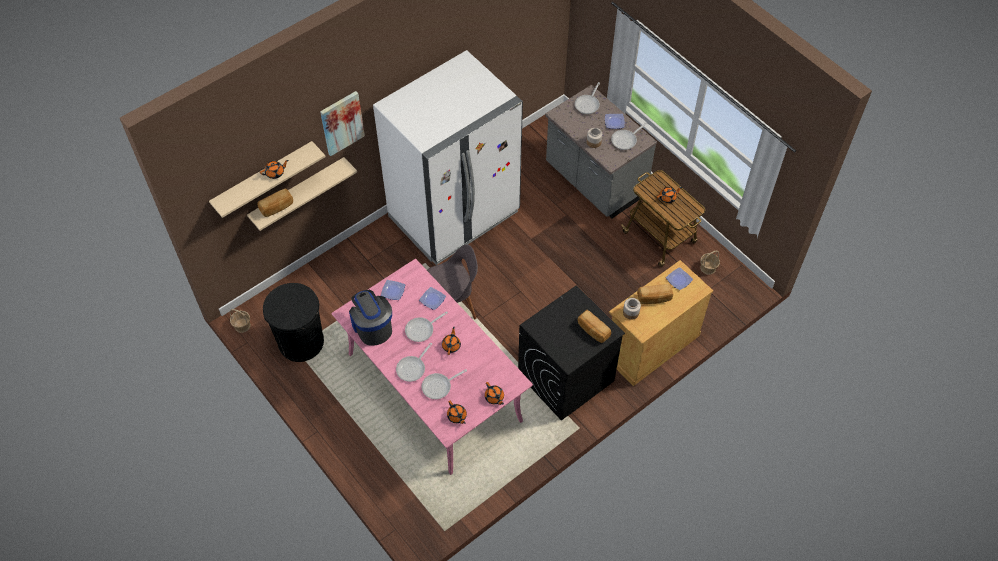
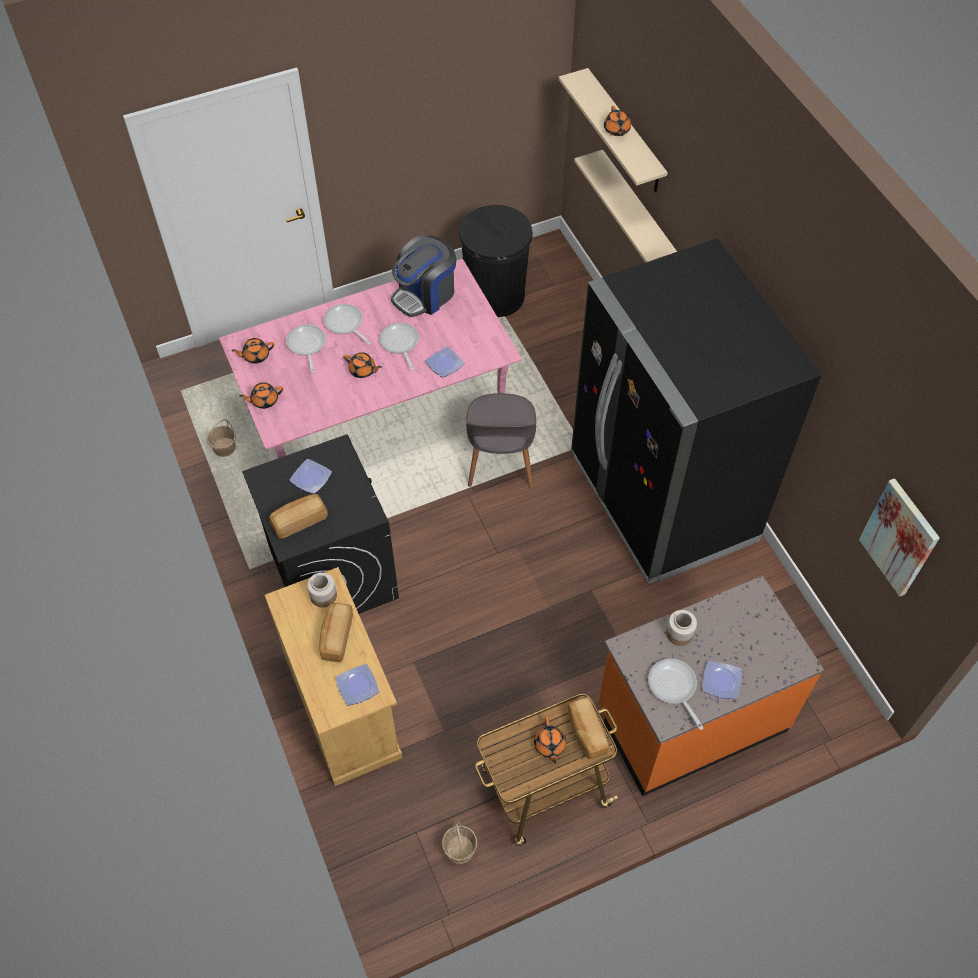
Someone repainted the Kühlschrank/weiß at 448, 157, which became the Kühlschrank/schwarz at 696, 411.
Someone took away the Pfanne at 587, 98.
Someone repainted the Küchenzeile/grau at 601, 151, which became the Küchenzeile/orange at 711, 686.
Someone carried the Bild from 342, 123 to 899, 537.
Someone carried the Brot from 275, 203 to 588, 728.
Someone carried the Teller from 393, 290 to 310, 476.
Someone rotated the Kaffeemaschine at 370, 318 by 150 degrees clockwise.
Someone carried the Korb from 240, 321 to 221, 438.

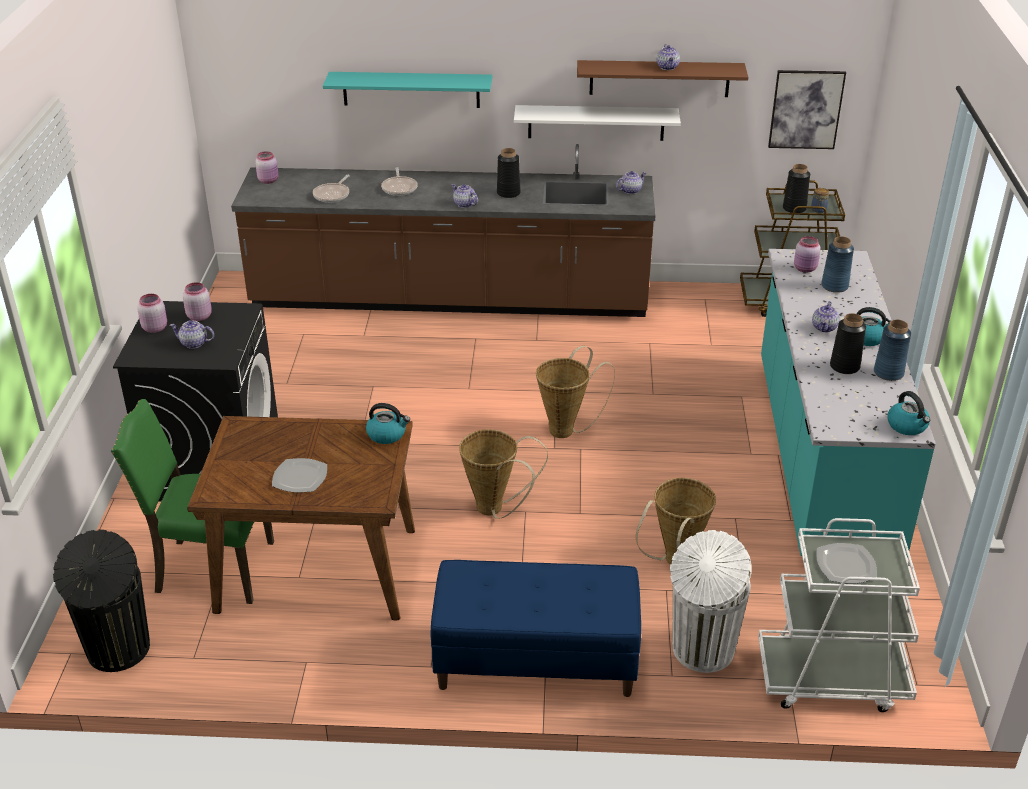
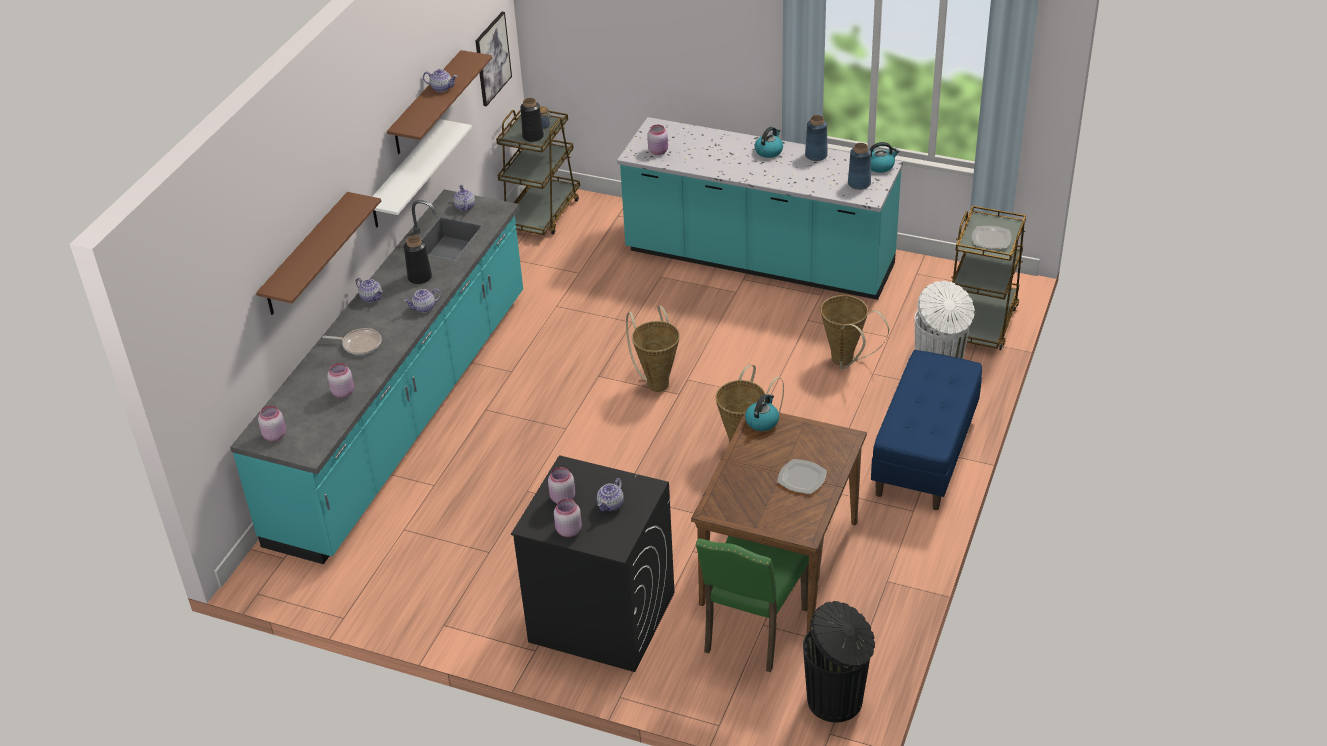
Someone repainted the Wandregal/türkis at 407, 90, which became the Wandregal/braun at 318, 253.
Someone repainted the Küchenzeile/braun at 443, 230, which became the Küchenzeile/türkis at 376, 376.
Someone swapped the Pfanne at 331, 189 for the Vorratsglas/rosa at 340, 380.
Someone carried the Vase/blau from 837, 264 to 859, 166.
Someone carried the Teekanne from 826, 316 to 369, 290.
Someone took away the Vase/schwarz at 848, 343.
Someone repainted the Rollwagen/weiß at 839, 615, which became the Rollwagen/braun at 988, 278.

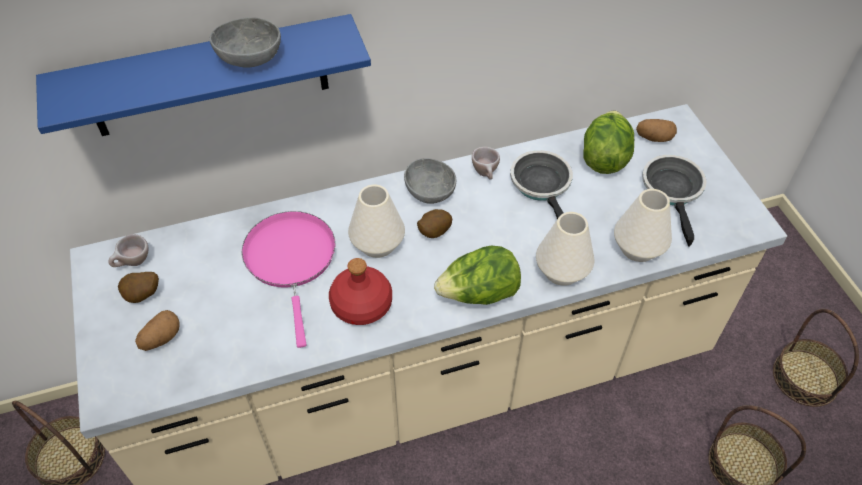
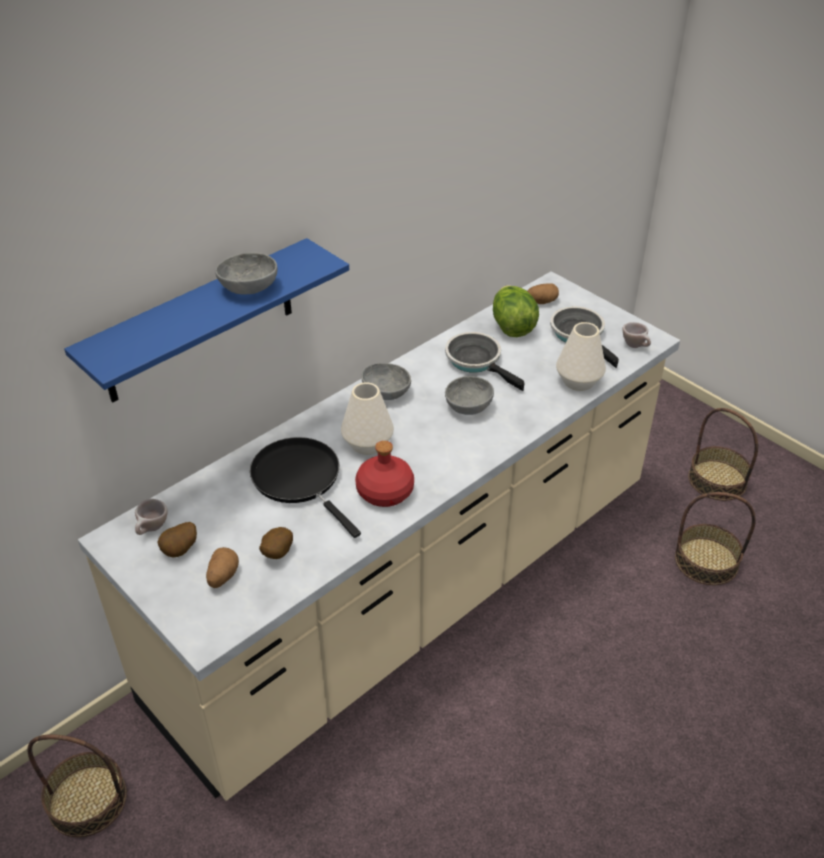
Someone carried the Tasse/beige from 486, 163 to 636, 335.
Someone carried the Kartoffel from 434, 223 to 276, 543.
Someone repainted the Pfanne/rosa at 289, 279, which became the Pfanne/schwarz at 305, 487.
Someone took away the Vase/weiß at 565, 249.
Someone took away the Salatkopf at 477, 275.
Someone put down the Schüssel/grau at 469, 395.

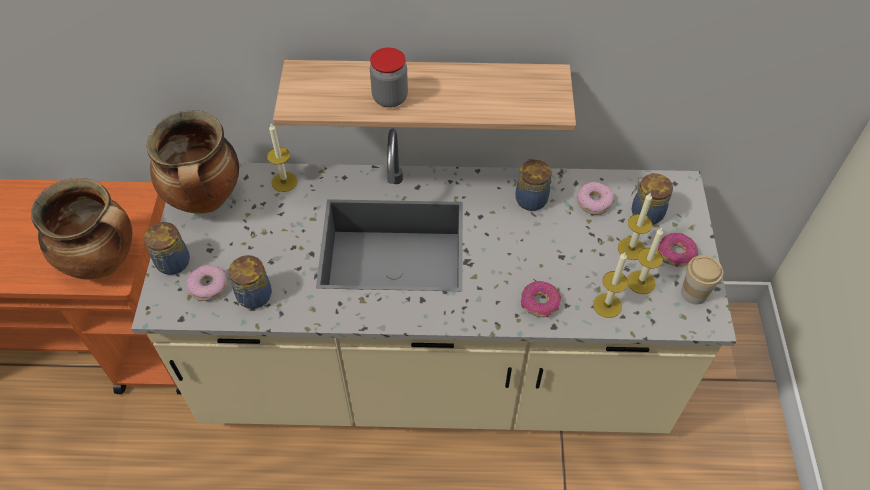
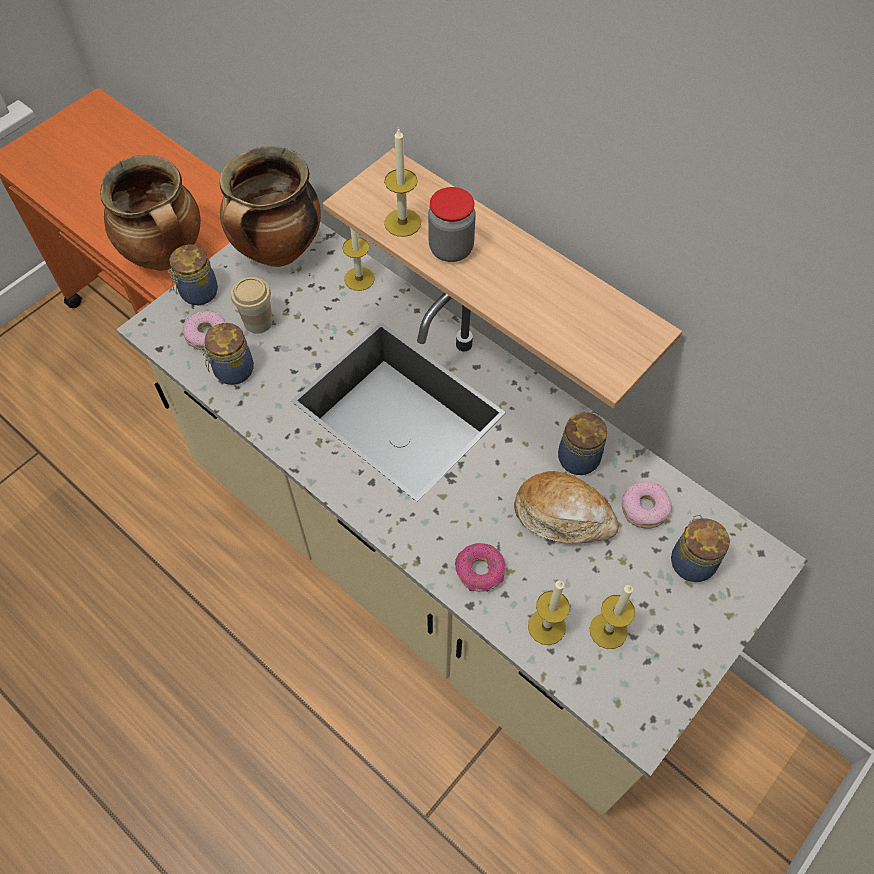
Someone carried the Kerze from 635, 226 to 402, 182.
Someone took away the Donut at 678, 250.
Someone carried the Tasse from 702, 280 to 252, 305.
Someone put down the Brot at 566, 507.

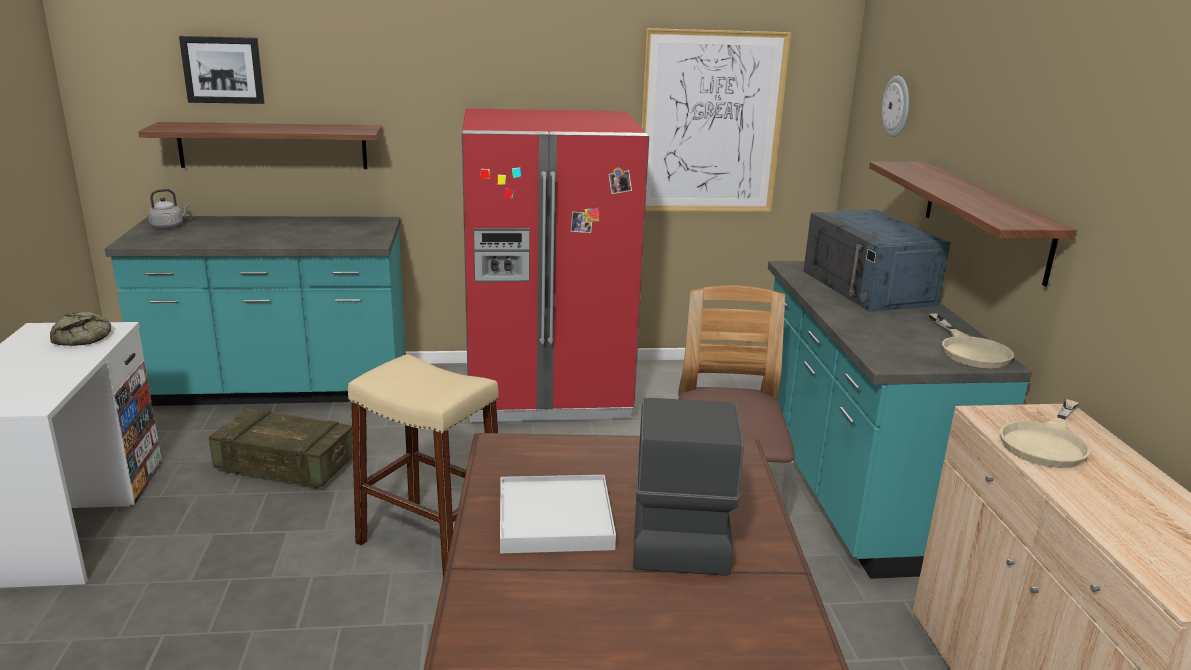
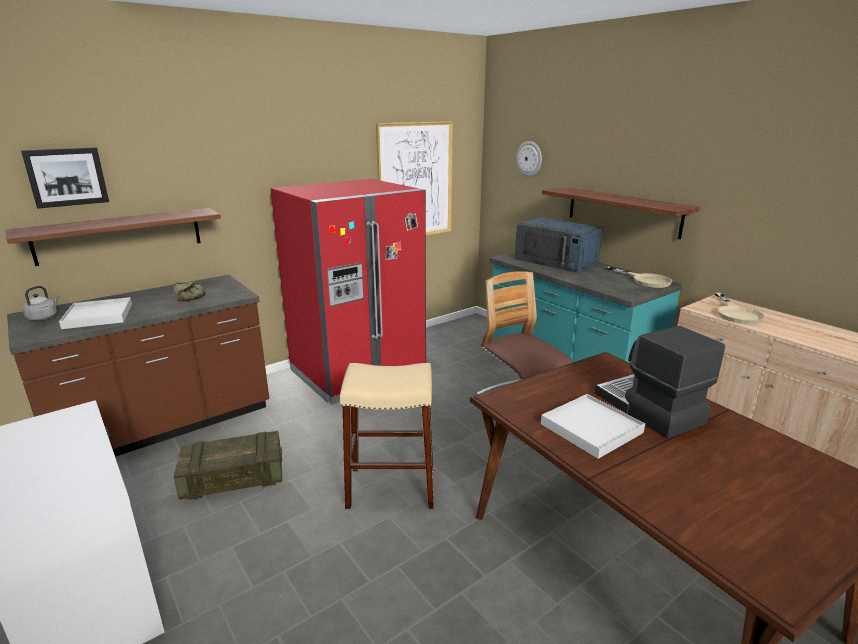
Someone repainted the Küchenzeile/türkis at 255, 311, which became the Küchenzeile/braun at 138, 366.
Someone carried the Brot from 80, 329 to 189, 291.
Someone put down the Tablett/weiß at 95, 313.

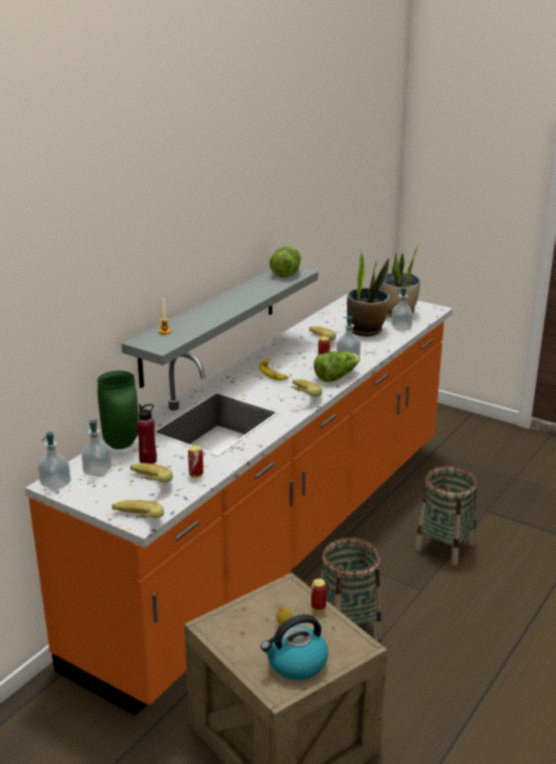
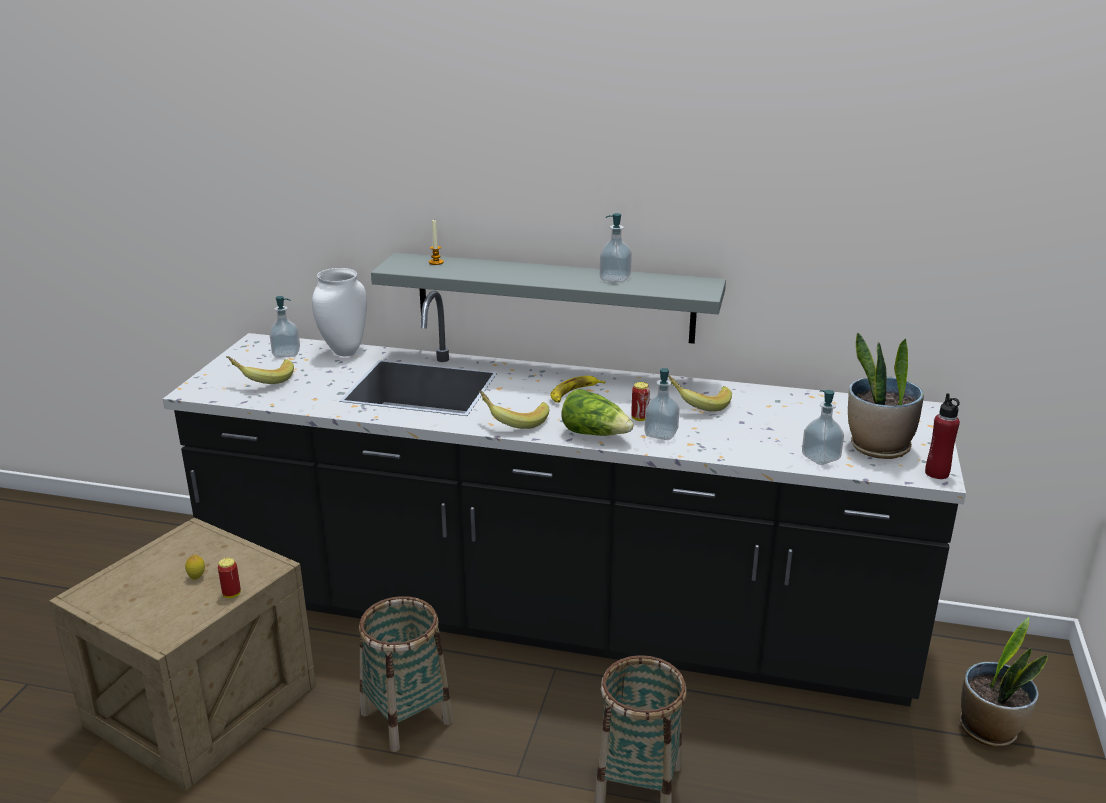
Someone took away the Salatkopf at 285, 261.
Someone carried the Topfpflanze from 368, 293 to 1004, 682.
Someone repainted the Küchenzeile/orange at 239, 502, which became the Küchenzeile/schwarz at 564, 499.
Someone repainted the Vase/grün at 117, 410, which became the Vase/weiß at 339, 312.
Someone carried the Flasche/rot from 147, 434 to 942, 436.
Someone carried the Seifenspender from 54, 461 to 616, 247.
Someone took away the Dose at 195, 461.
Someone took away the Banane at 138, 509.
Someone took away the Wasserkessel at 294, 647.

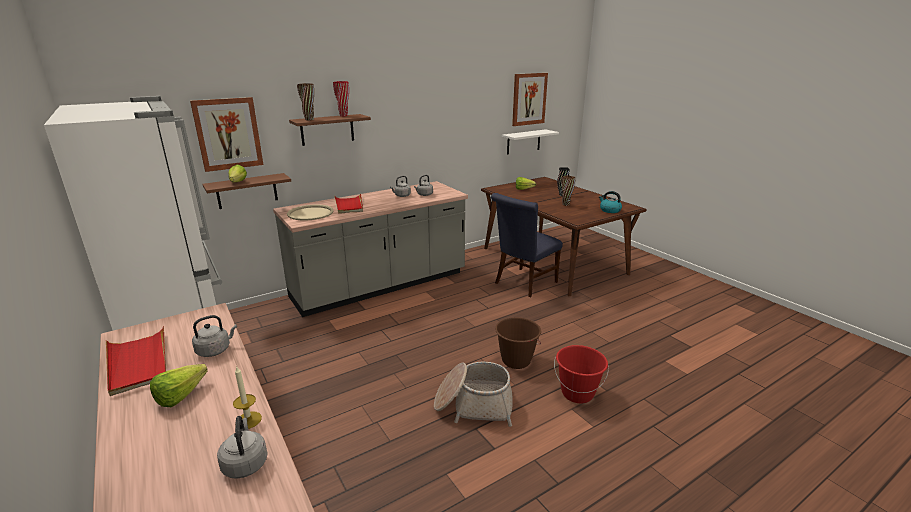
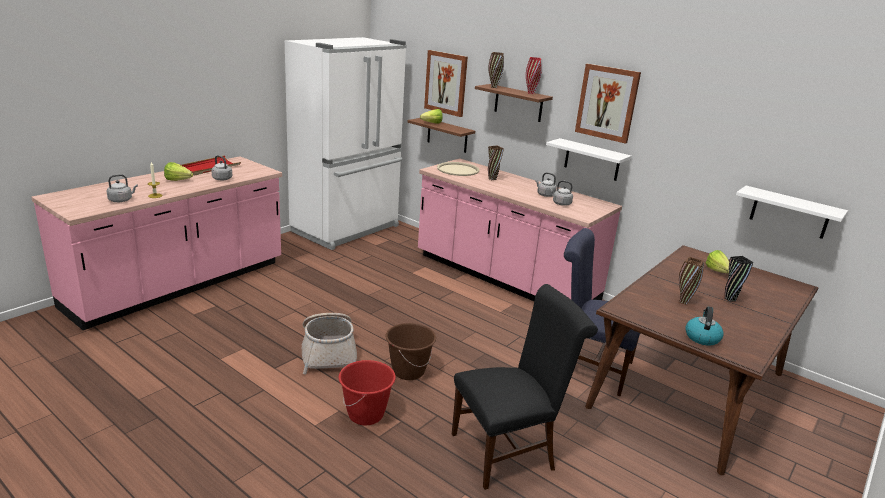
Someone carried the Bild from 530, 99 to 608, 104.
Someone repainted the Küchenzeile/grau at 370, 249, which became the Küchenzeile/rosa at 520, 229.
Someone swapped the Tablett/rot at 348, 203 for the Vase/braun at 496, 163.
Someone put up the Wandregal/weiß at 589, 159.
Someone put down the Stuhl/schwarz at 525, 387.

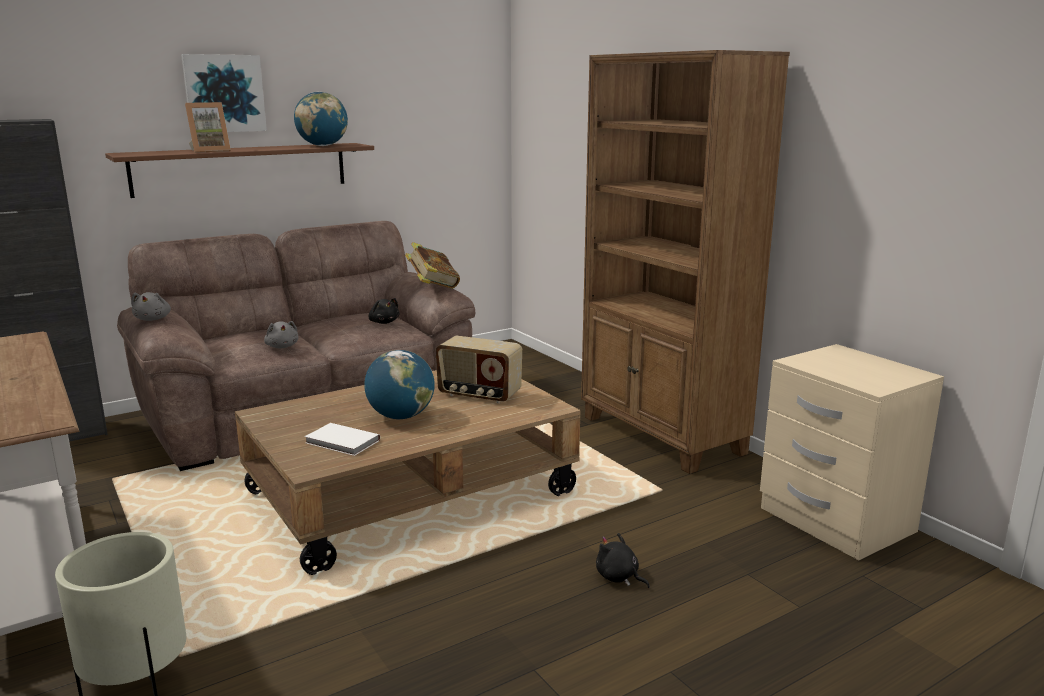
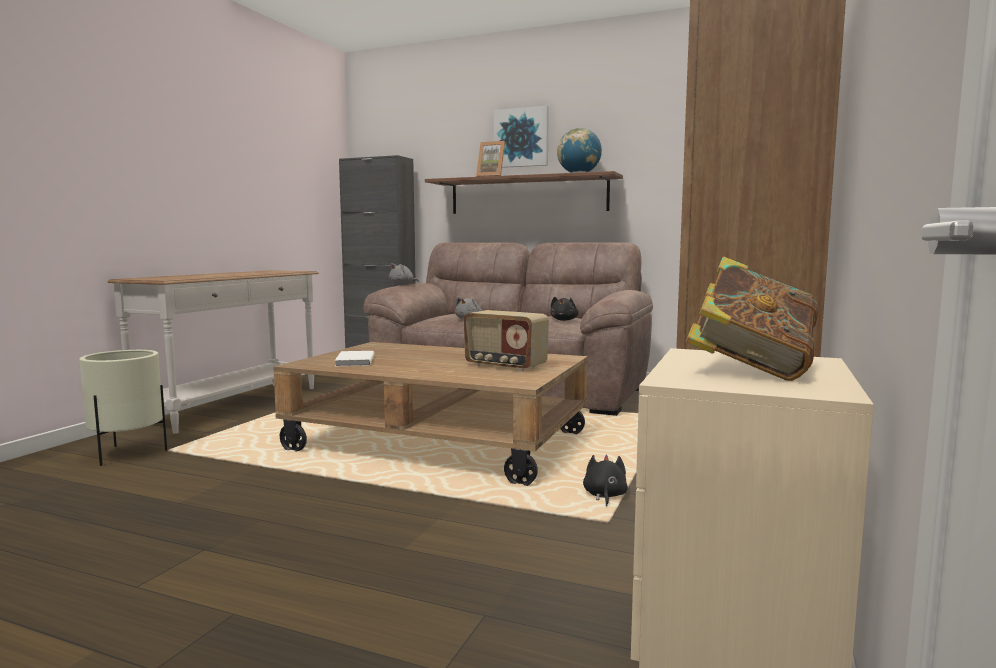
Someone carried the Buch from 432, 265 to 752, 319.
Someone rotated the Radio at 479, 369 by 45 degrees counterclockwise.
Someone took away the Globus at 399, 384.
Someone carried the Plüschtier/schwarz from 623, 560 to 605, 481.

